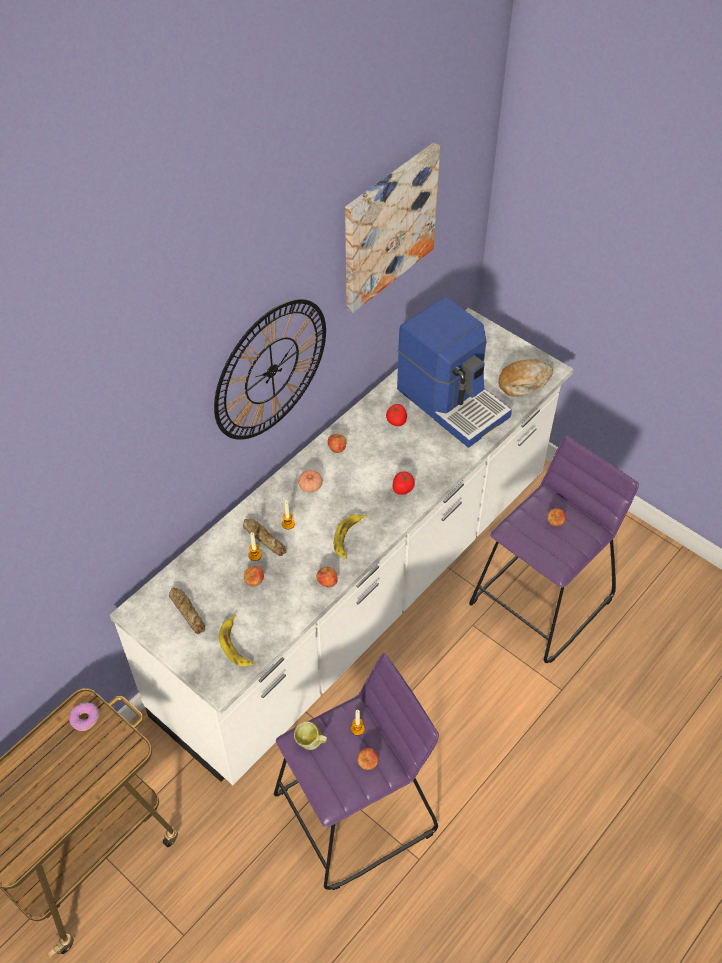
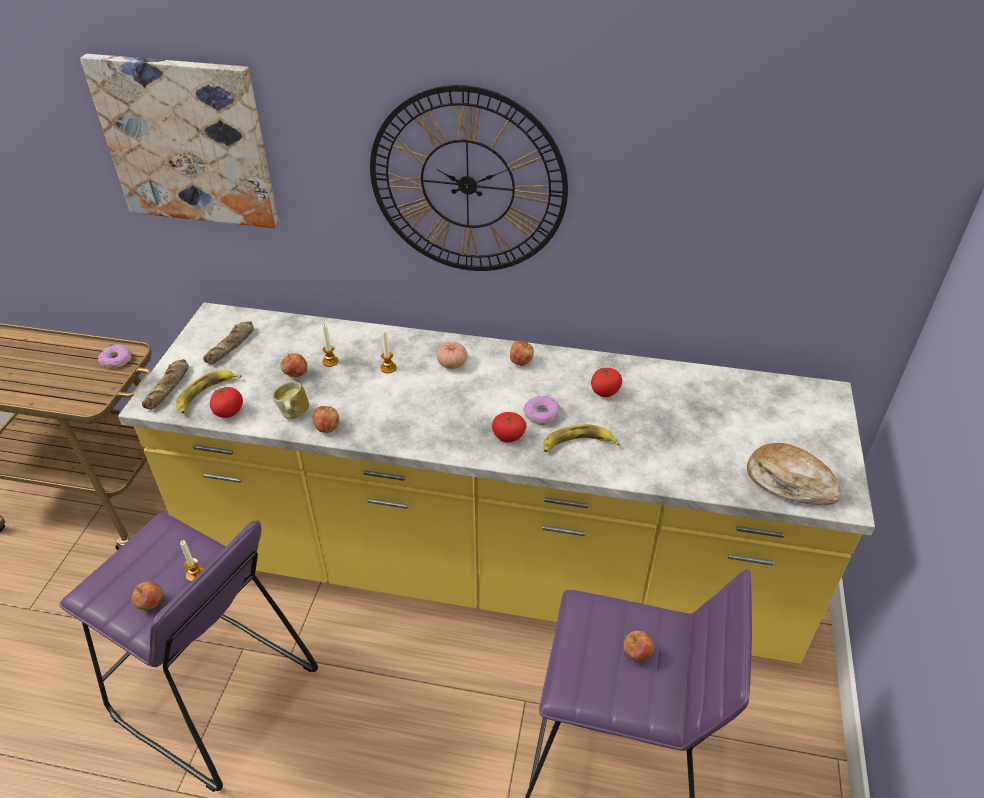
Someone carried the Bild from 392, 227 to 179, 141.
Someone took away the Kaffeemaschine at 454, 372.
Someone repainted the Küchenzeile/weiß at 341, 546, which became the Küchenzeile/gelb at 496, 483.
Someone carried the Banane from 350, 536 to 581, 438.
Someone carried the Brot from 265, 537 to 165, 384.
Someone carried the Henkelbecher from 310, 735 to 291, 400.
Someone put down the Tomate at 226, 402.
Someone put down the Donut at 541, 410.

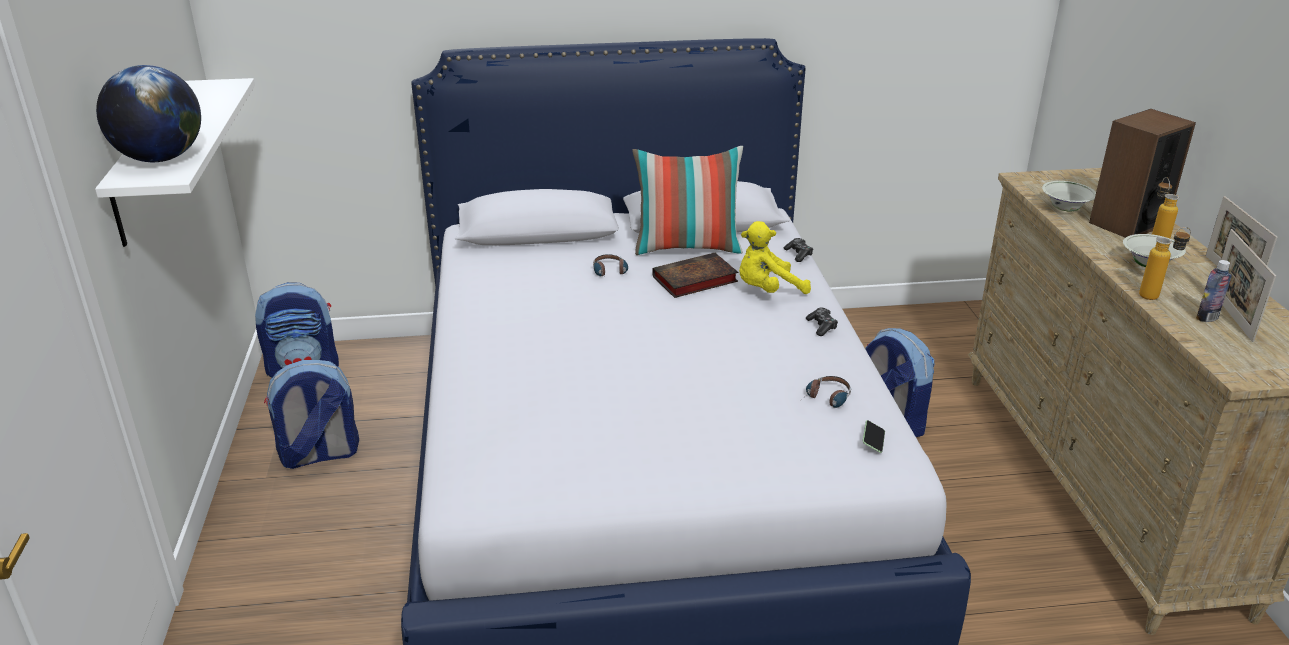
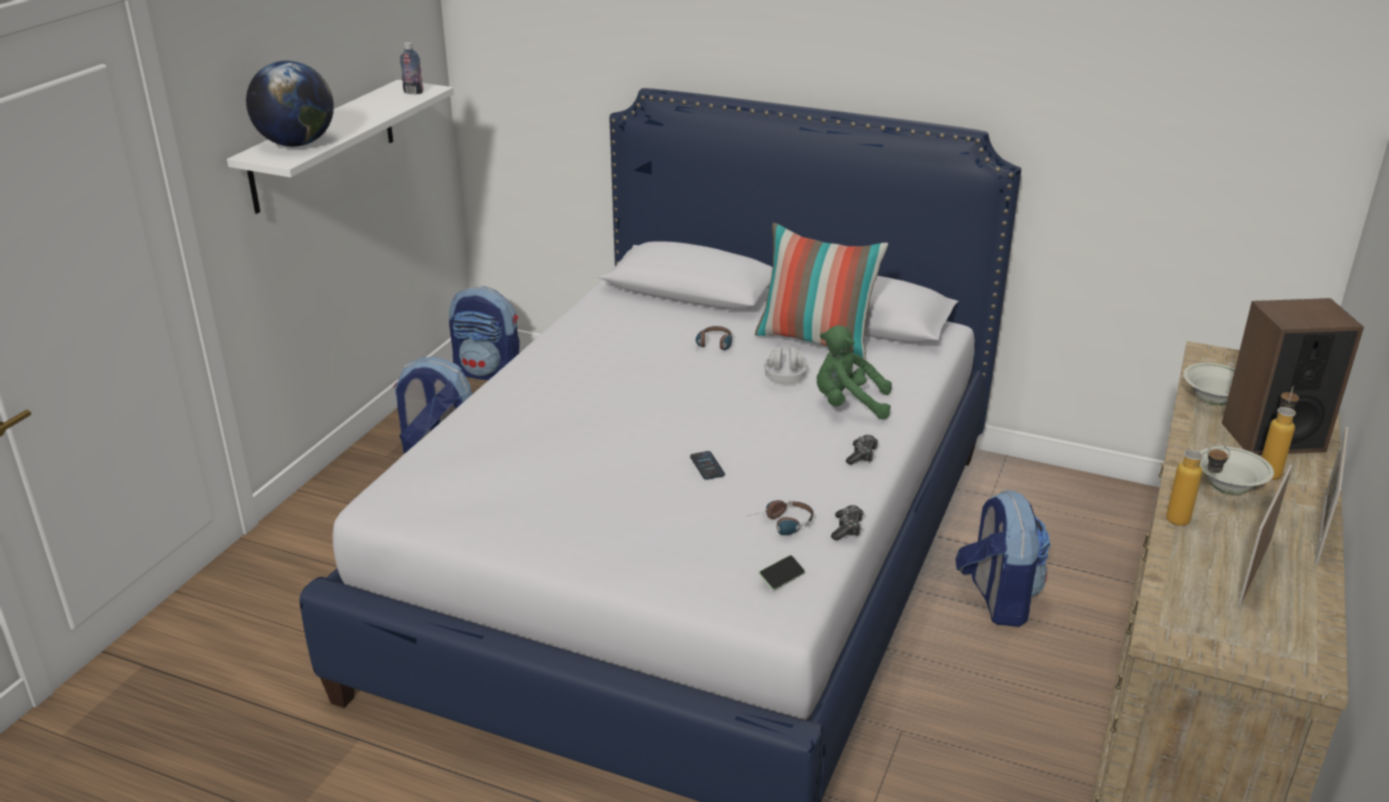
Someone repainted the Plüschtier/gelb at 775, 257, which became the Plüschtier/grün at 854, 372.
Someone carried the Gamepad from 798, 250 to 847, 522.
Someone swapped the Buch at 695, 275 for the Kopfhörer/grau at 786, 364.
Someone carried the Flasche from 1214, 291 to 411, 68.
Someone put down the Handy at 707, 465.

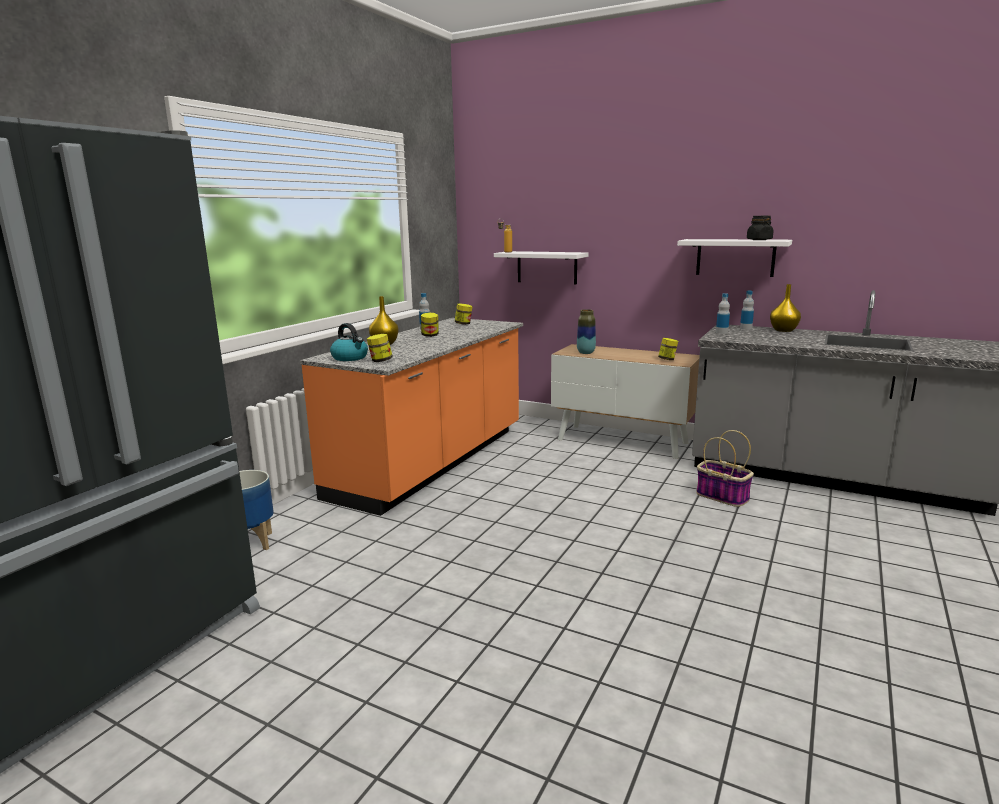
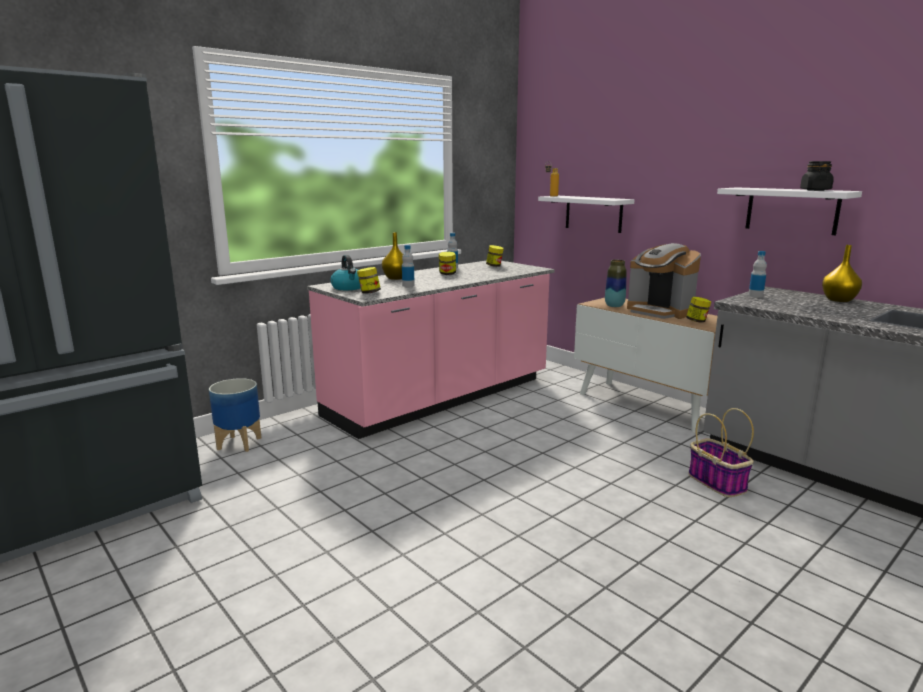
Someone carried the Flasche from 747, 310 to 408, 266.
Someone repainted the Küchenzeile/orange at 411, 417, which became the Küchenzeile/rosa at 431, 349.
Someone put down the Kaffeemaschine at 664, 281.

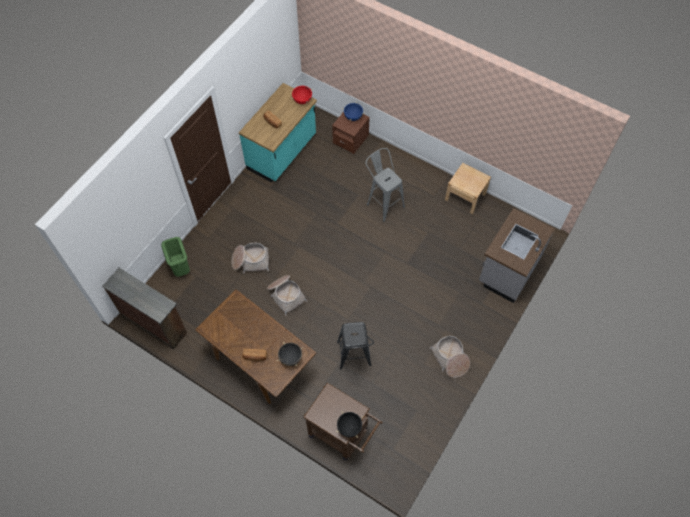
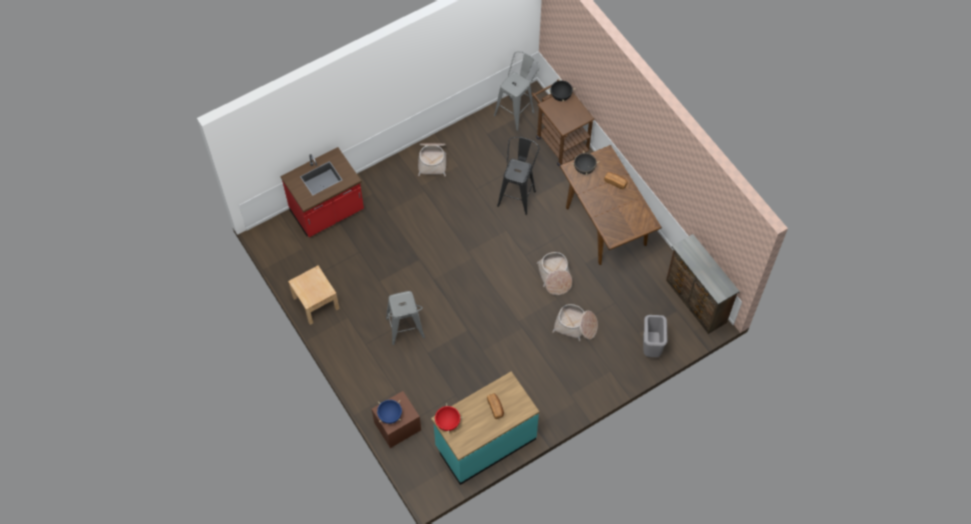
Someone repainted the Küchenzeile/grau at 517, 255, which became the Küchenzeile/rot at 322, 192.
Someone repainted the Mülleimer/grün at 175, 257, which became the Mülleimer/grau at 655, 336.
Someone put down the Hocker/grau at 517, 91.

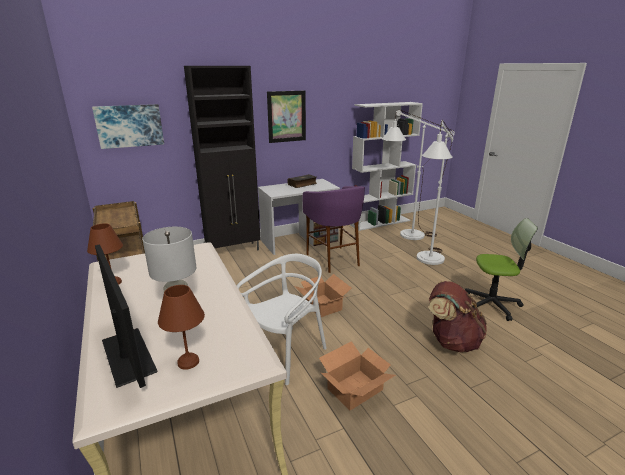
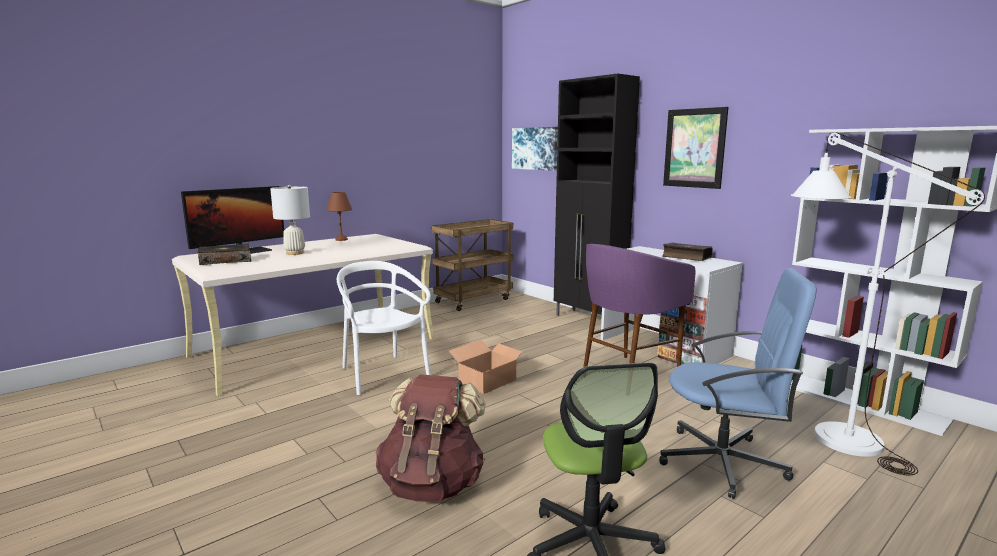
Someone swapped the Stehlampe/weiß at 435, 192 for the Bürostuhl/blau at 738, 383.
Someone rotated the Stuhl/weiß at 281, 319 by 150 degrees counterclockwise.
Someone swapped the Tischlampe/braun at 181, 327 for the Buch at 224, 254.
Someone took away the Karton at 357, 376.

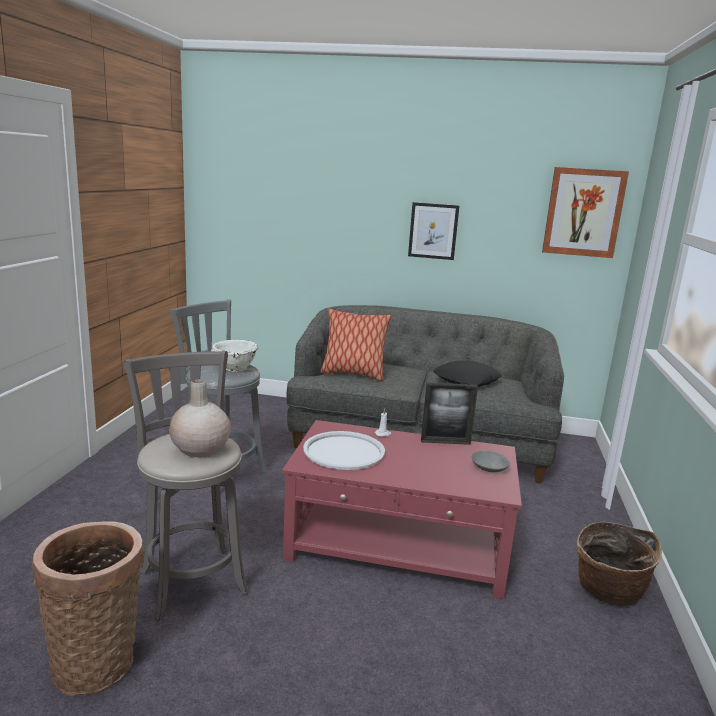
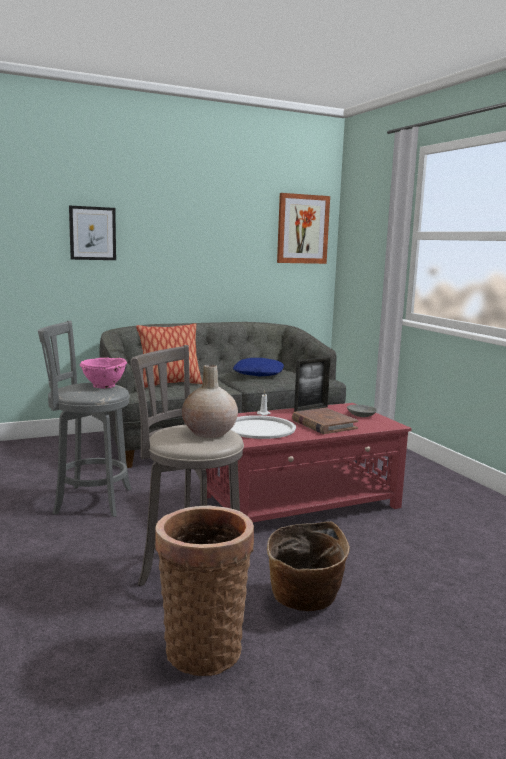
Someone carried the Bild from 433, 231 to 92, 232.
Someone repainted the Schüssel/weiß at 234, 356, which became the Schüssel/rosa at 103, 373.
Someone repainted the Kissen/schwarz at 467, 373, which became the Kissen/blau at 258, 367.
Someone carried the Korb from 619, 564 to 308, 566.
Someone put down the Buch/braun at 325, 421.

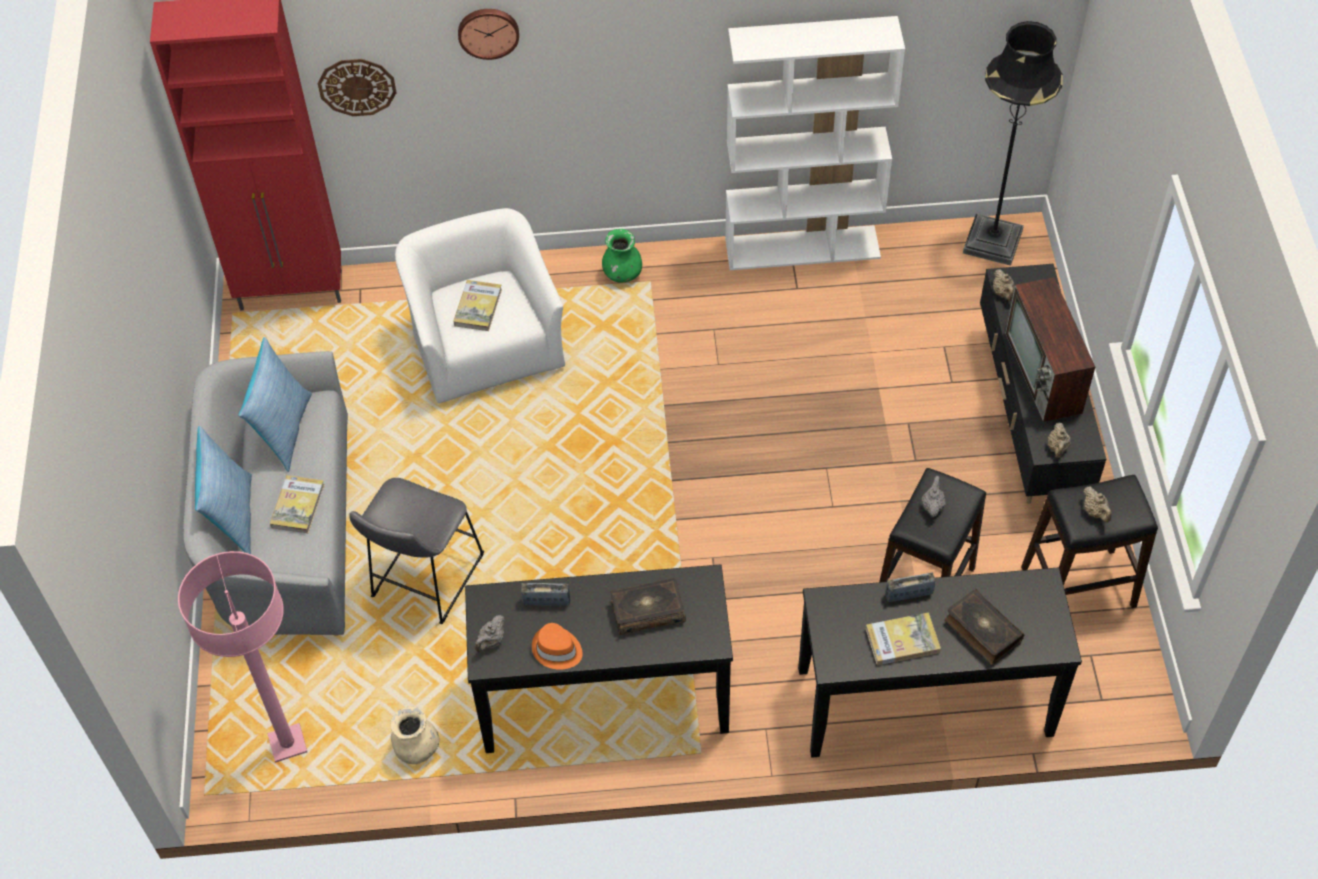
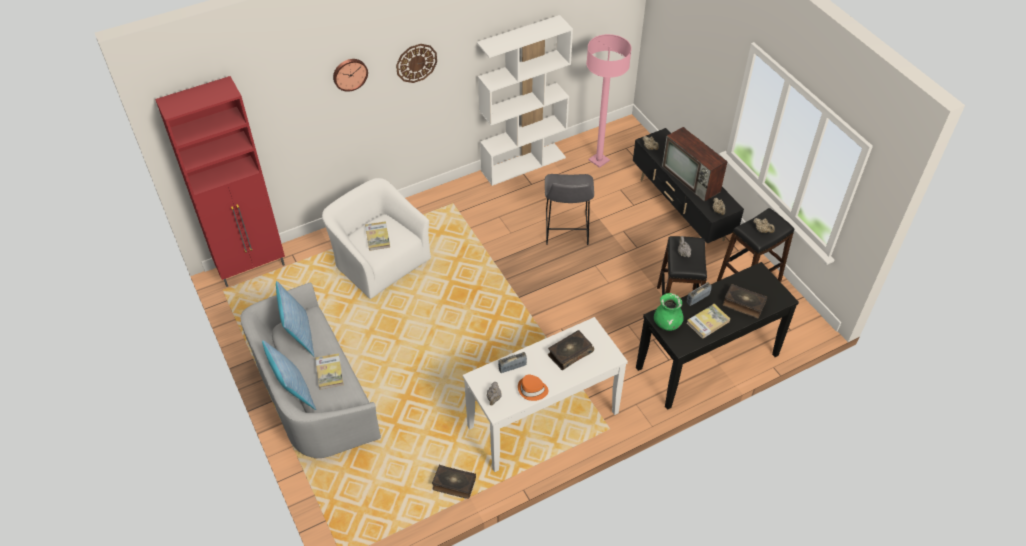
Someone took away the Stehlampe/schwarz at 1013, 143.
Someone carried the Wanduhr from 357, 87 to 416, 63.
Someone carried the Vase/grün from 622, 255 to 669, 312.
Someone carried the Hocker/grau from 416, 551 to 569, 209.
Someone carried the Stehlampe/rosa from 242, 657 to 609, 101.
Someone repainted the Konsolentisch/schwarz at 599, 658, which became the Konsolentisch/weiß at 545, 394.
Someone swapped the Vase/beige at 415, 735 for the Buch at 454, 481.

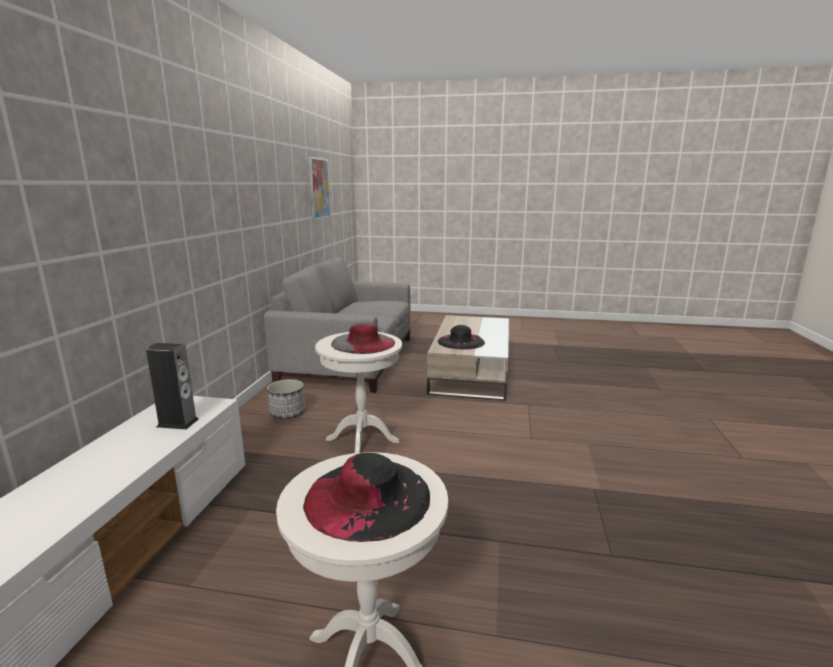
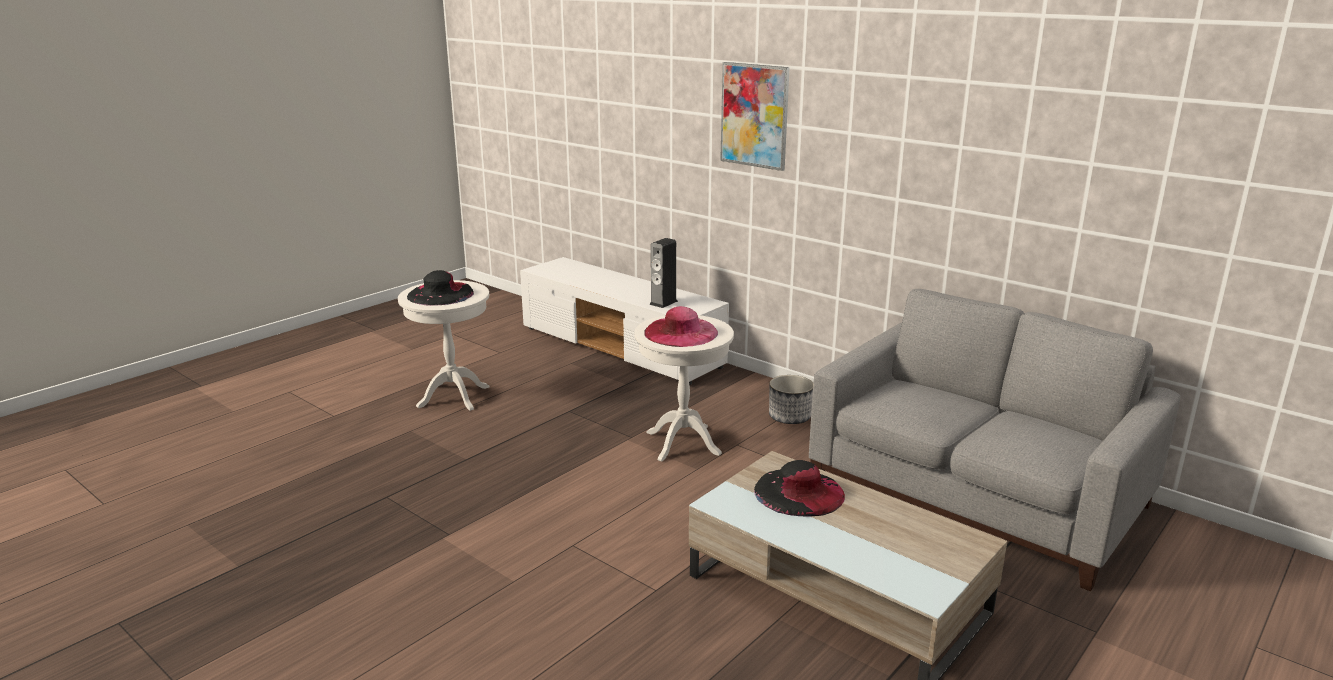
Someone carried the Bild from 319, 188 to 755, 116.
Someone repainted the Hut/grau at 363, 337, which became the Hut/rosa at 681, 326.

